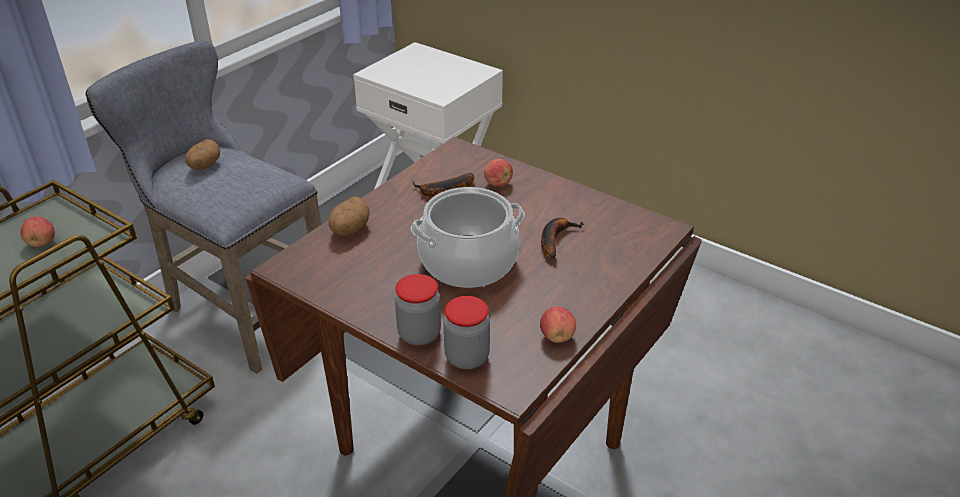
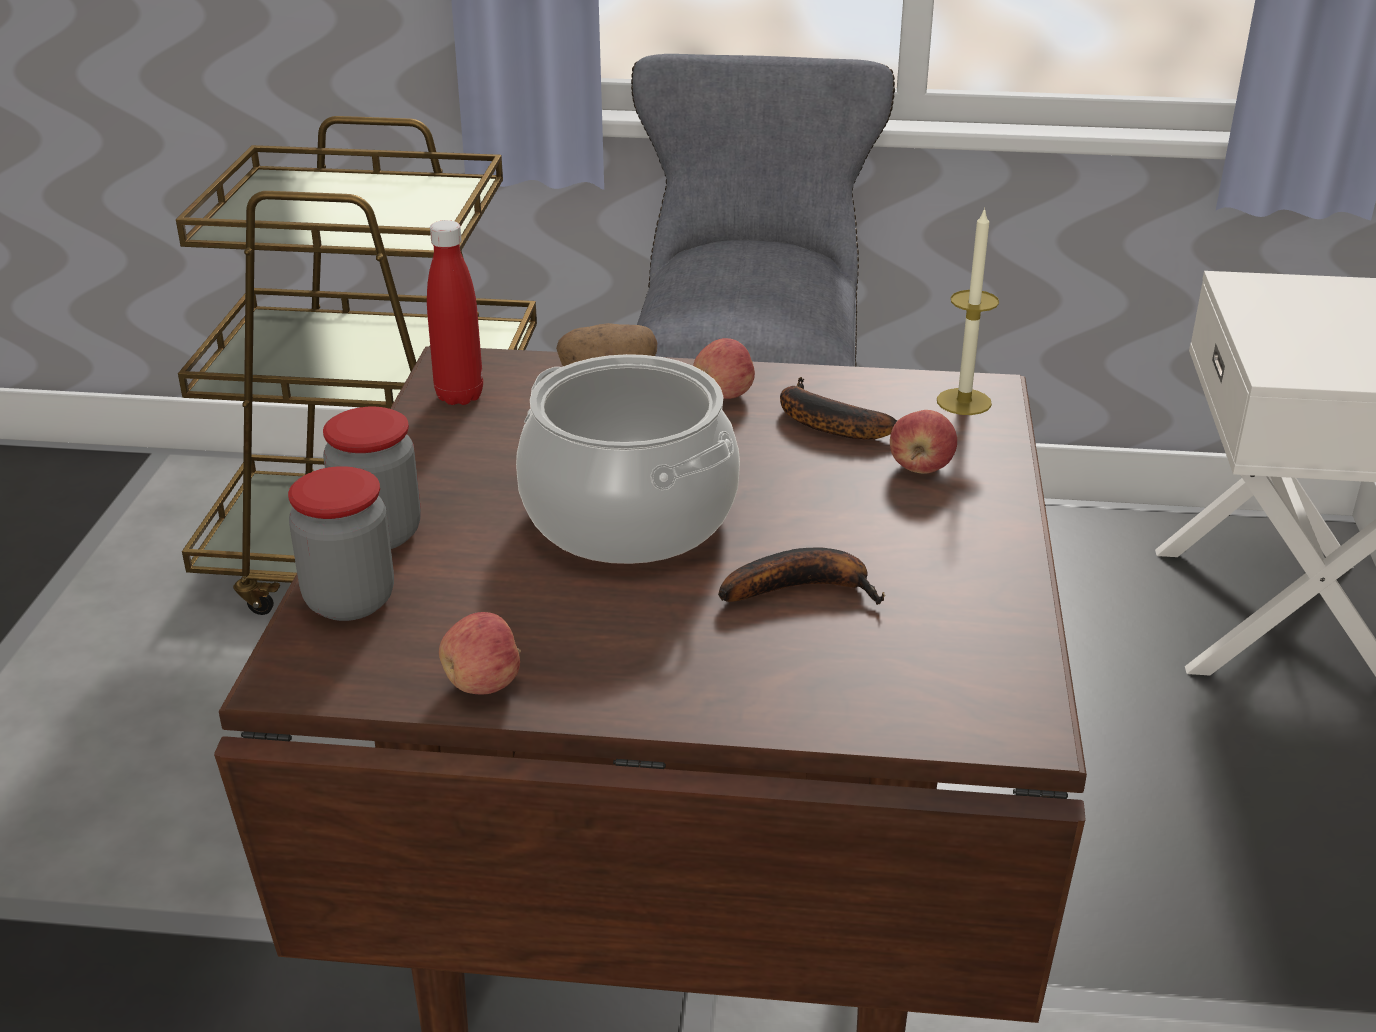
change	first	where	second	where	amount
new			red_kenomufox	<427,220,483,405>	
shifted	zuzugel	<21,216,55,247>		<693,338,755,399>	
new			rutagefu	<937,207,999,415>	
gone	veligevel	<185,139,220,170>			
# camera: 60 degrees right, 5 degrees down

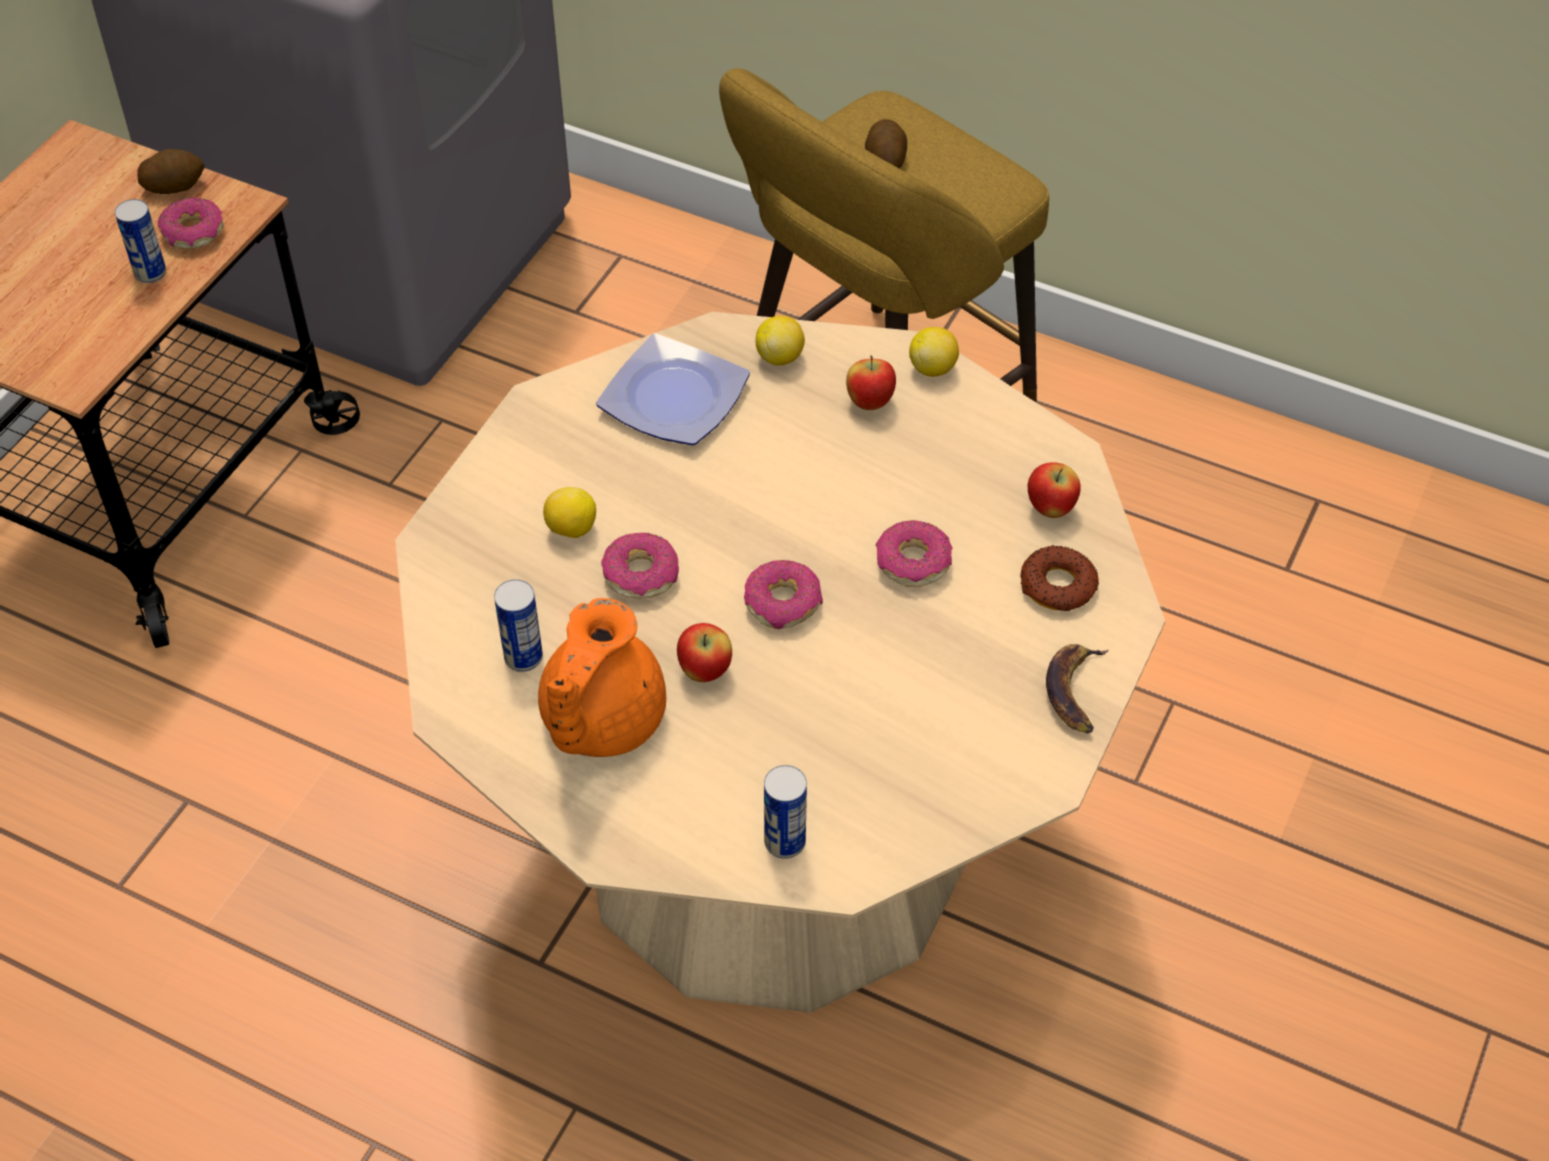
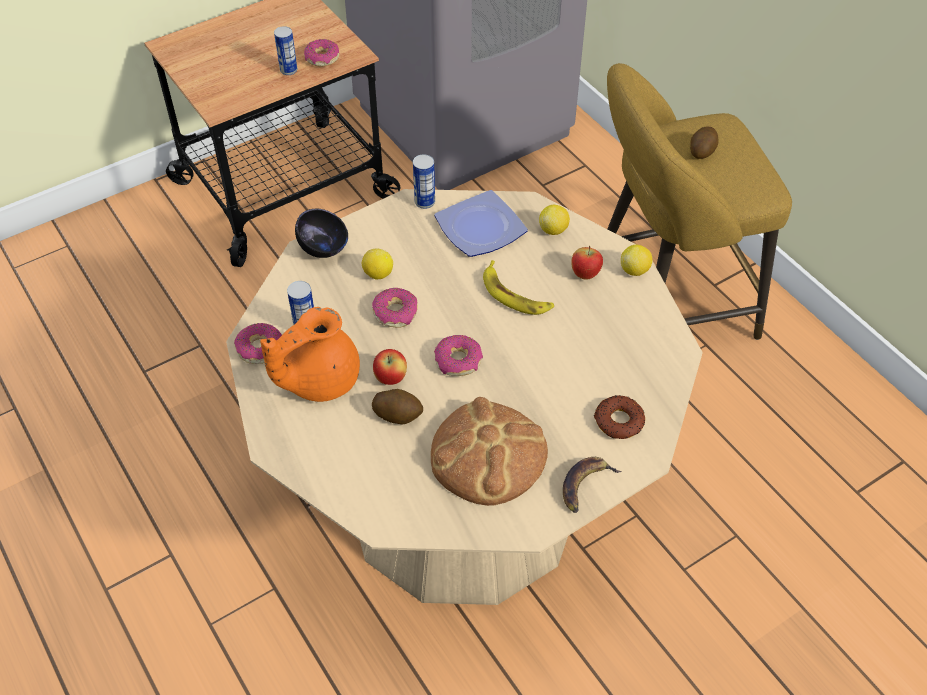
change	first	where	second	where	amount
shifted	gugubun	<876,520,952,587>		<234,323,282,364>	
new			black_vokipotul	<295,209,348,258>	
shifted	veligevel	<137,149,205,194>		<372,389,423,424>	
shifted	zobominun	<764,765,807,859>		<413,154,435,209>	
new			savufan	<431,397,548,506>	
new			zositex	<483,260,554,315>	
gone	zuzugel	<1028,462,1081,518>			
# camera: 30 degrees right, 0 degrees up

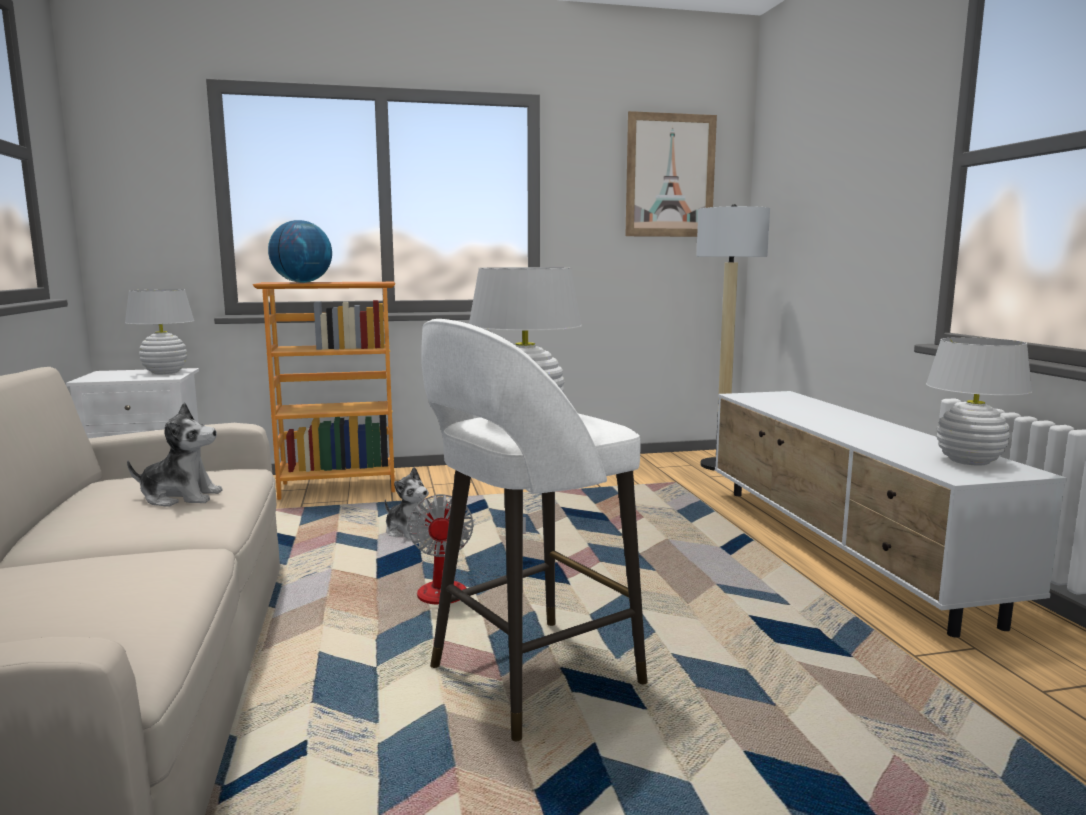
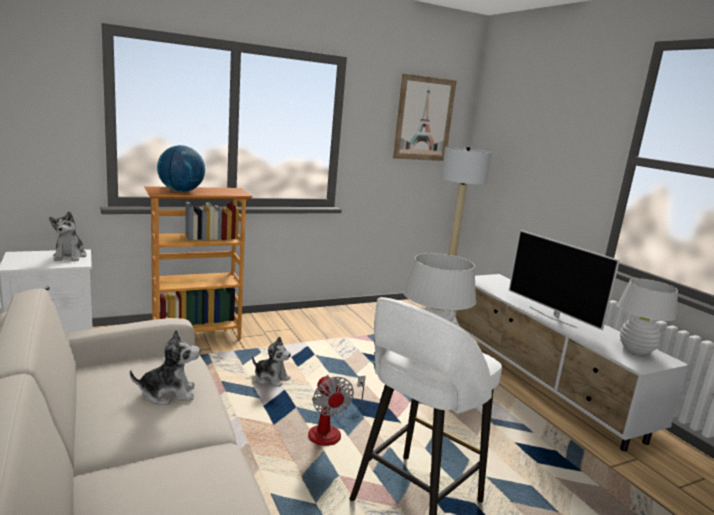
change	first	where	second	where	amount
swapped	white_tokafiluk	<125,289,194,374>	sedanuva	<49,211,87,261>	
new			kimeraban	<509,230,620,331>	
# camera: 15 degrees left, 5 degrees up

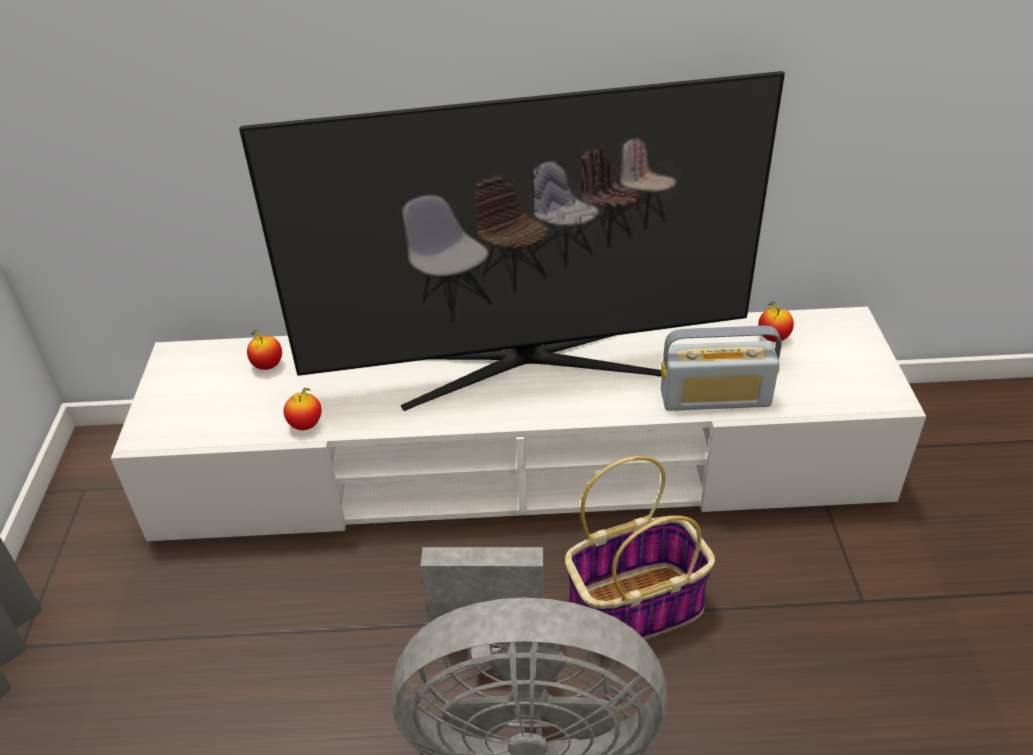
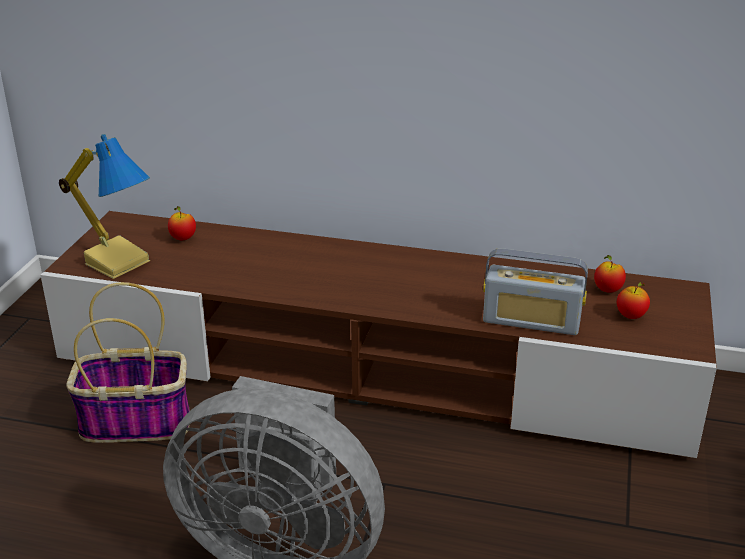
change	first	where	second	where	amount
repainted	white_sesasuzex	<111,306,926,541>	brown_sesasuzex	<41,211,717,458>	
new			tokafiluk	<59,134,150,279>	
shifted	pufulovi	<565,456,715,639>		<66,282,190,443>	
shifted	zuzugel	<284,388,322,430>		<617,282,650,319>	
gone	kimeraban	<239,71,785,411>			
# camera: 15 degrees right, 10 degrees down

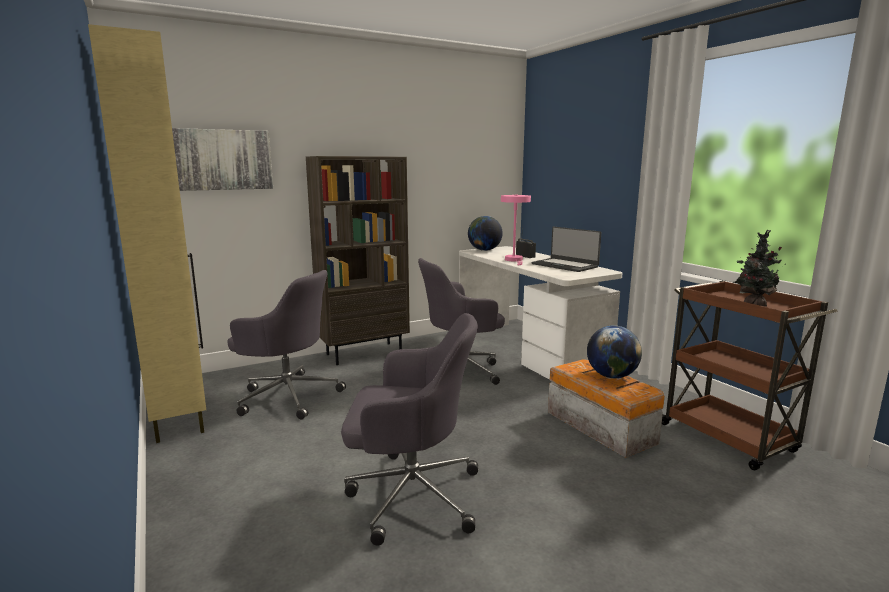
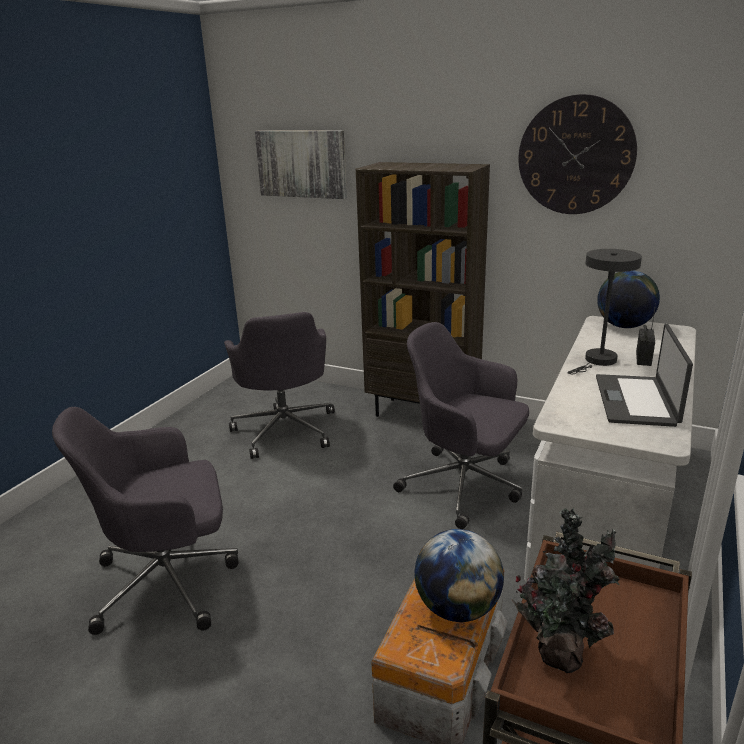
change	first	where	second	where	amount
rotated	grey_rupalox	<341,313,478,546>		<52,407,238,635>	105 degrees clockwise
new			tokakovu	<518,94,637,214>	
repainted	pink_tokafiluk	<501,194,531,265>	grey_tokafiluk	<567,249,642,374>	
gone	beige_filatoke	<88,24,206,443>			
# camera: 55 degrees right, 10 degrees up

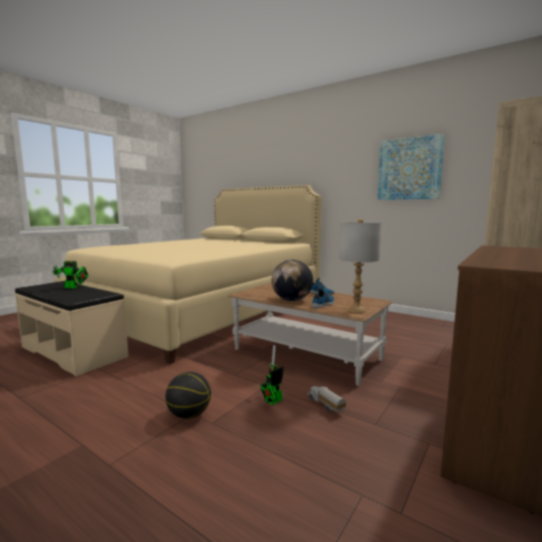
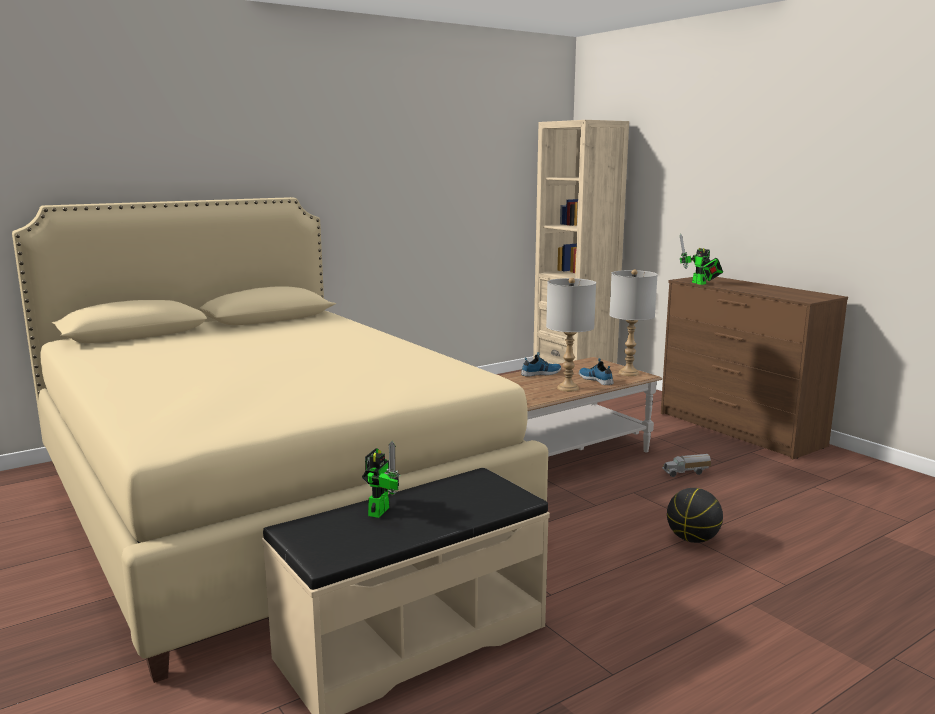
change	first	where	second	where	amount
swapped	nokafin	<272,260,313,301>	grey_tokafiluk	<546,278,596,392>	
shifted	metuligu	<260,344,284,405>		<680,234,723,285>	
gone	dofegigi	<378,133,445,200>			
# camera: 70 degrees left, 5 degrees up

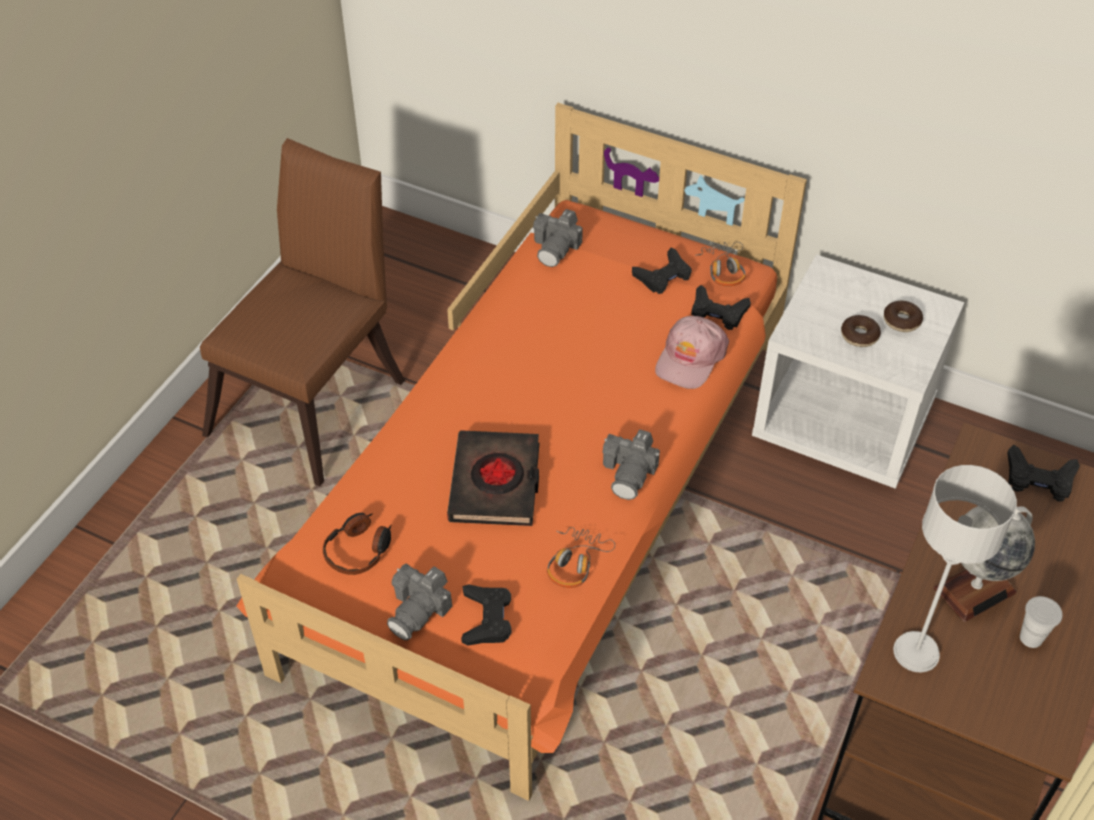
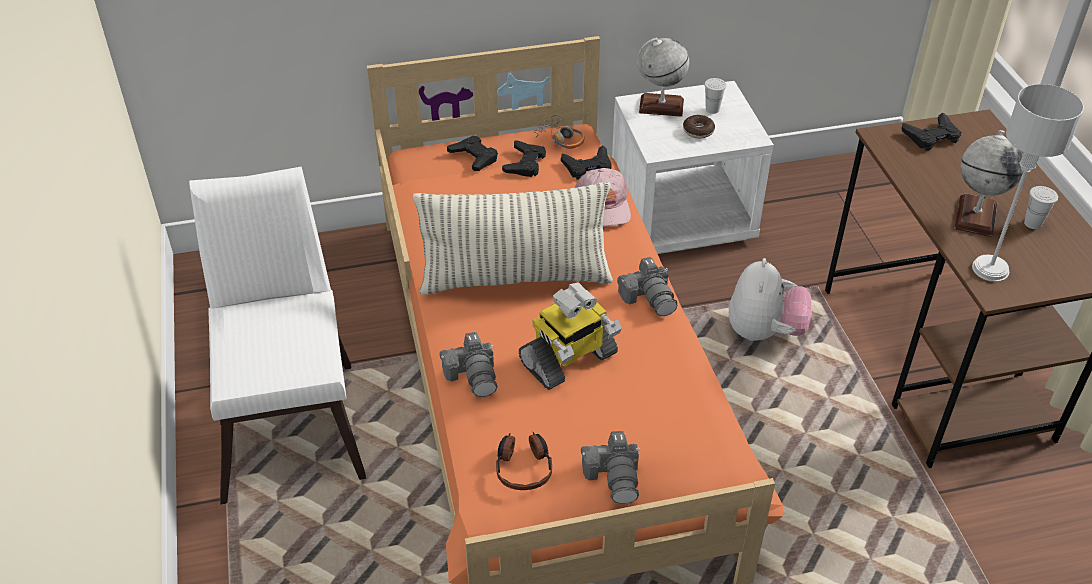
change	first	where	second	where	amount
repainted	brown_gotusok	<200,138,405,487>	white_gotusok	<189,167,366,504>	
new			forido	<413,182,613,295>	
shifted	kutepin	<533,209,583,267>		<440,332,498,397>	
shifted	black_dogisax	<461,584,512,646>		<447,135,498,171>	
swapped	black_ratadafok	<447,430,540,526>	metuligu	<519,282,622,390>	
new			nokafin	<637,38,689,117>	
swapped	gugubun	<884,301,923,332>	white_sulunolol	<704,78,727,114>	
new			sedanuva	<729,258,812,341>	
gone	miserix	<547,527,615,588>			
# camera: 40 degrees left, 5 degrees down

